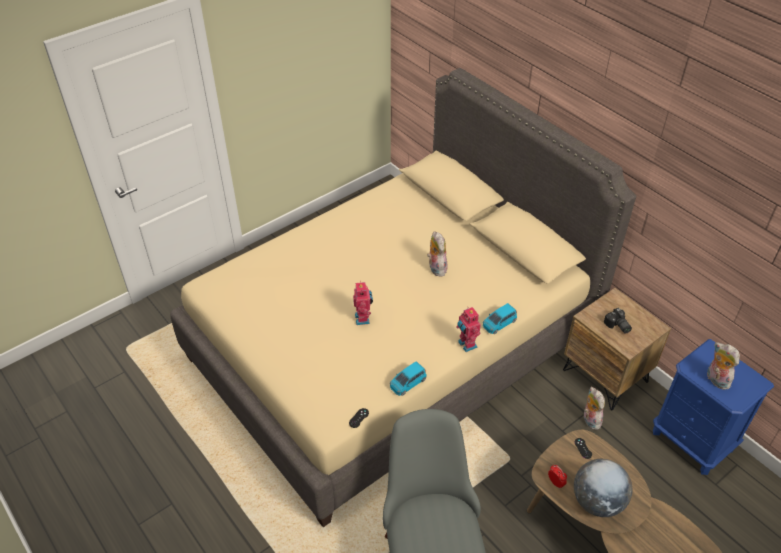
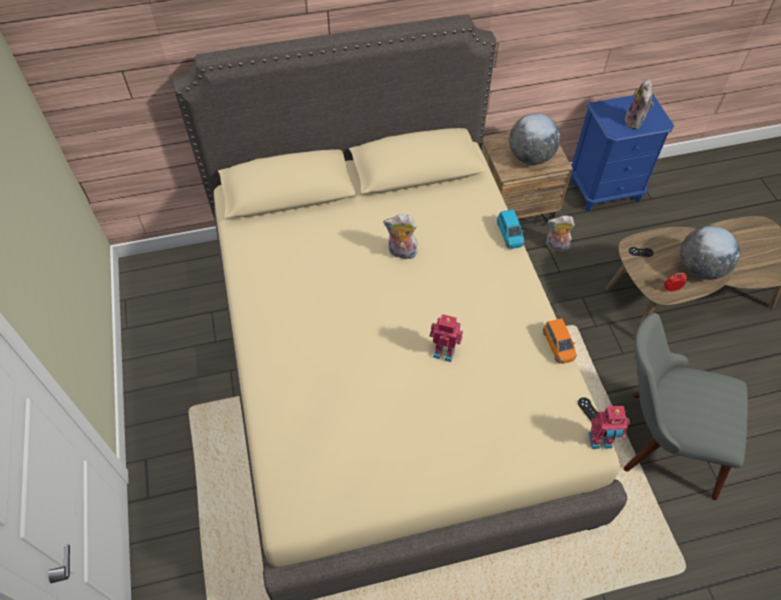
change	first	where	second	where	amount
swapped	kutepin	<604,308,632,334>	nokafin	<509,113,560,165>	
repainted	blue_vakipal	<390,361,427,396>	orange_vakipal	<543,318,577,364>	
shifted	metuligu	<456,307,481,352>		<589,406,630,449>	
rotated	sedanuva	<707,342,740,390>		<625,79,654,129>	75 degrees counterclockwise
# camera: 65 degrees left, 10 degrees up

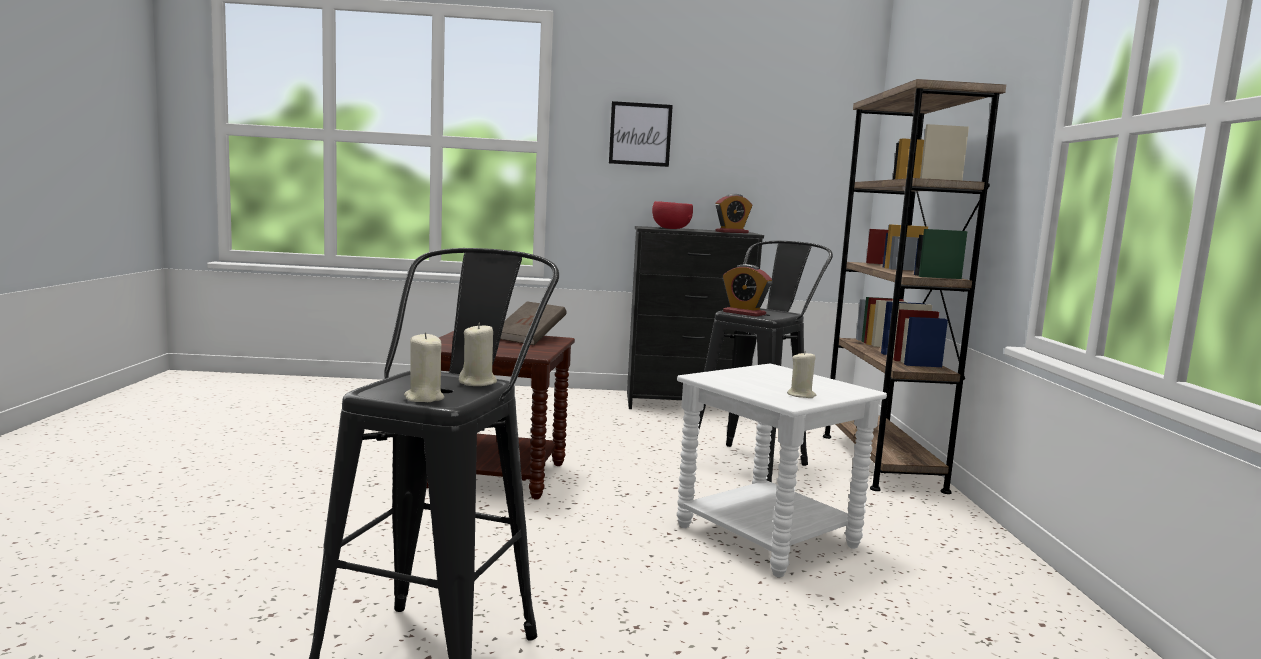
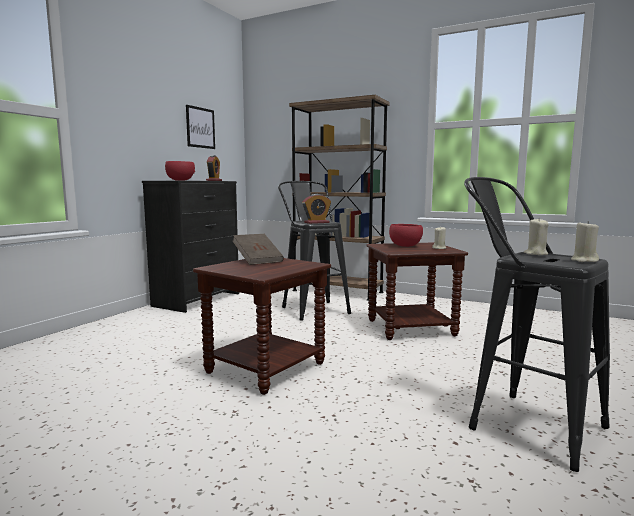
change	first	where	second	where	amount
shifted	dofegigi	<609,101,673,167>		<186,105,215,149>	
repainted	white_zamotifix	<677,364,887,578>	brown_zamotifix	<366,243,468,340>	
new			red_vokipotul	<389,224,423,247>	
# camera: 60 degrees left, 0 degrees up

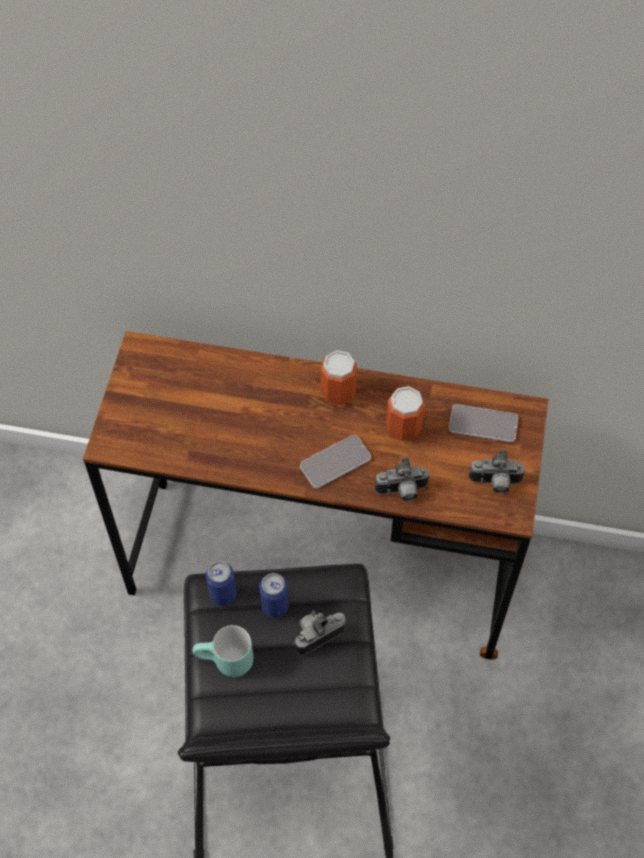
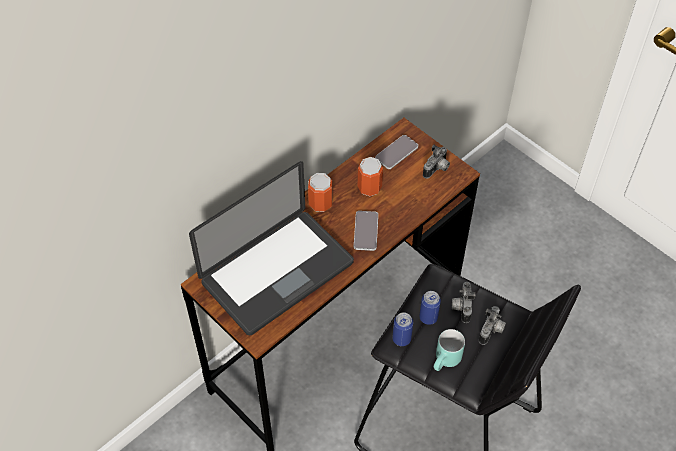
change	first	where	second	where	amount
new			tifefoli	<189,161,354,335>	
shifted	kutepin	<375,457,430,501>		<479,306,506,345>	
# camera: 55 degrees left, 5 degrees down

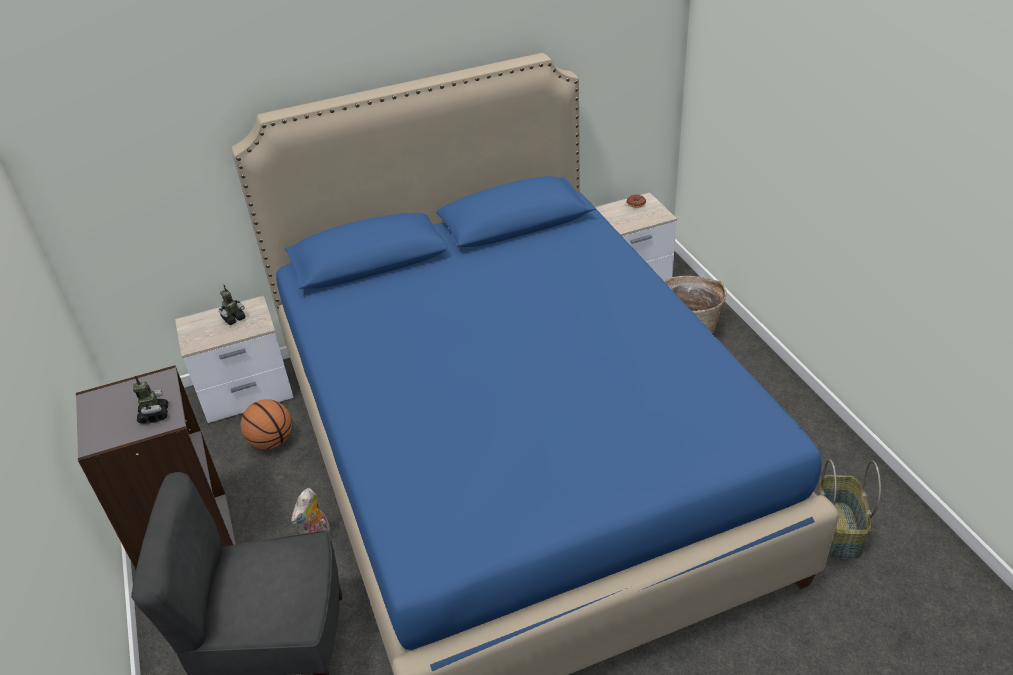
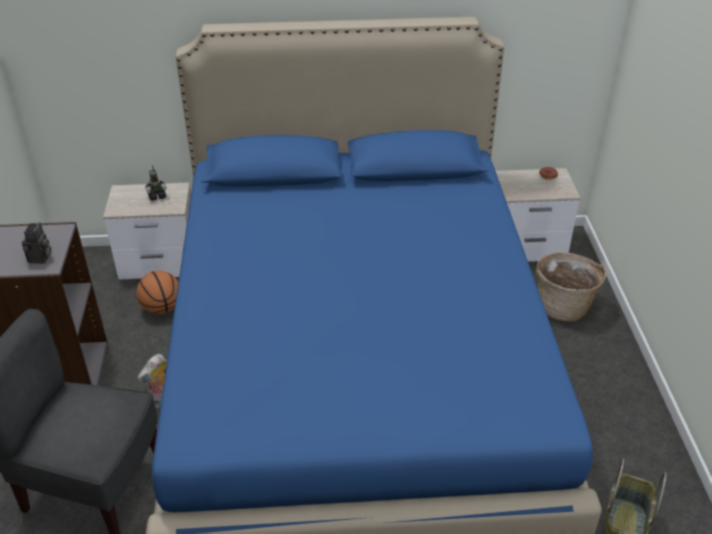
change	first	where	second	where	amount
swapped	metuligu	<133,376,168,424>	kutepin	<22,222,52,264>	
# camera: 15 degrees right, 0 degrees up

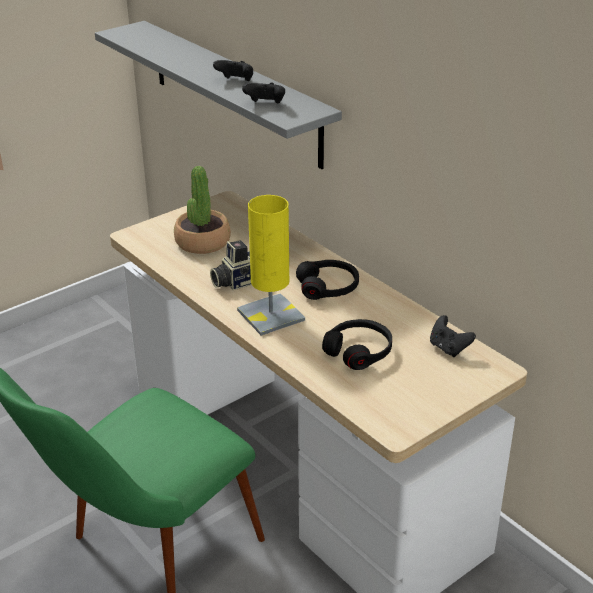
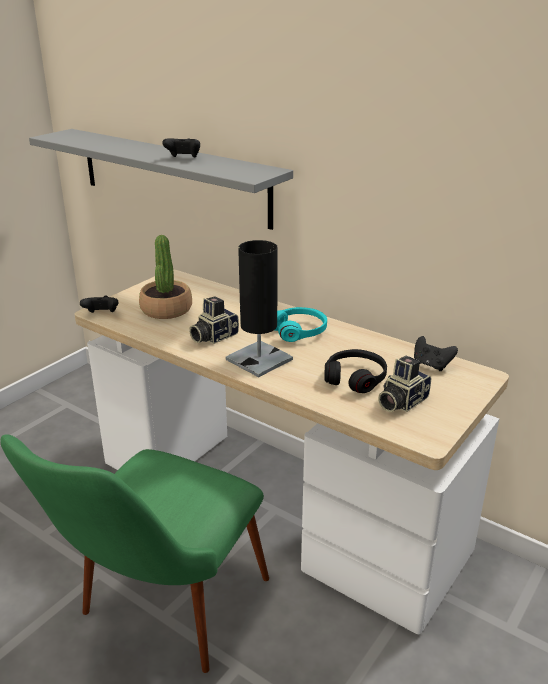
change	first	where	second	where	amount
shifted	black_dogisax	<242,83,285,103>		<80,295,118,313>	
repainted	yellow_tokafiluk	<237,195,305,336>	black_tokafiluk	<226,240,293,377>	
repainted	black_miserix	<296,260,359,300>	turquoise_miserix	<275,307,327,342>	
new			kutepin	<378,355,431,412>	
# camera: 15 degrees left, 5 degrees down

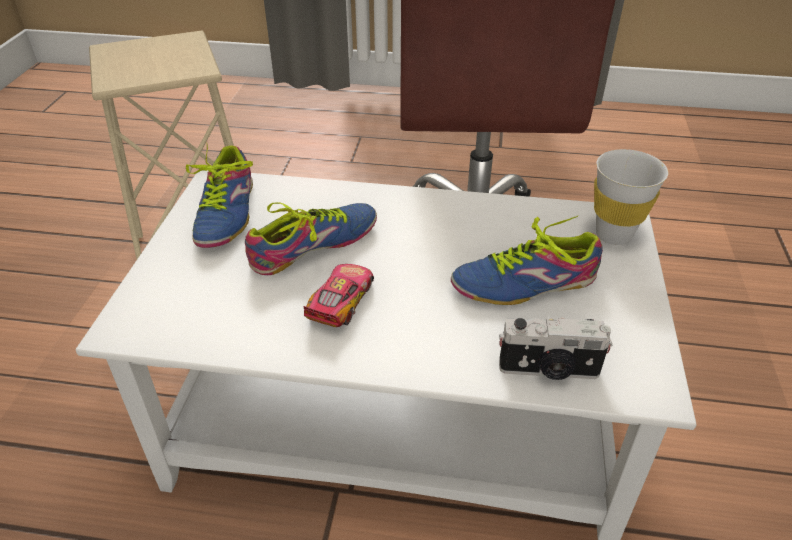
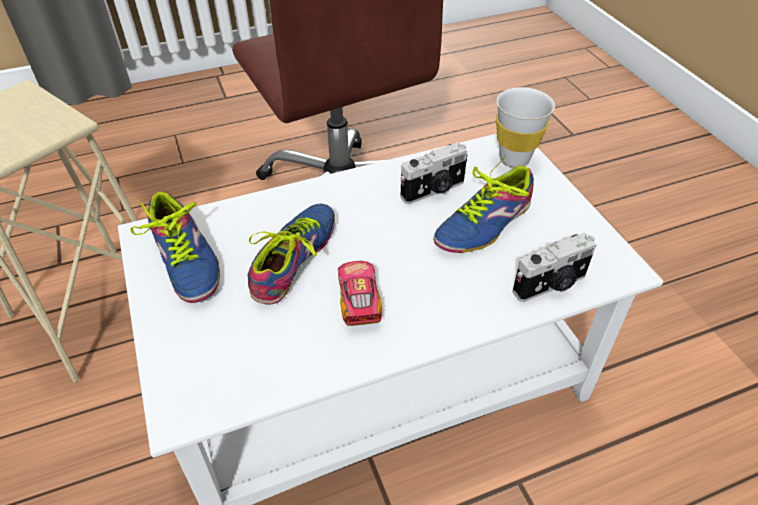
change	first	where	second	where	amount
new			kutepin	<400,142,468,204>	
# camera: 30 degrees left, 5 degrees up

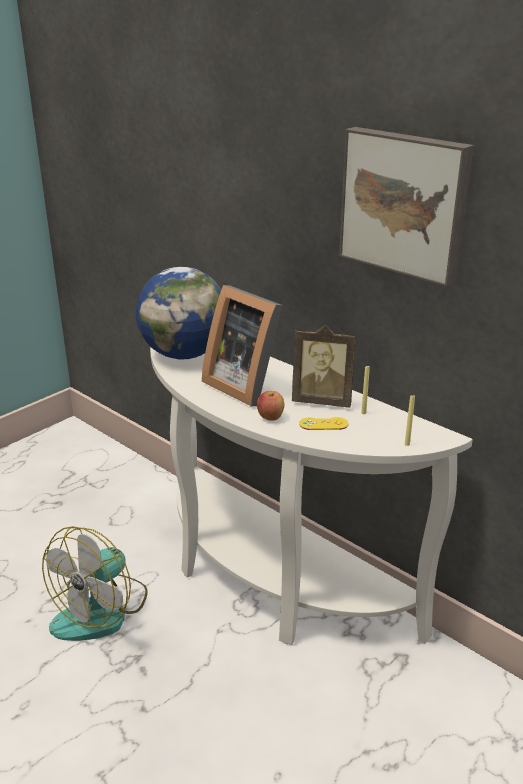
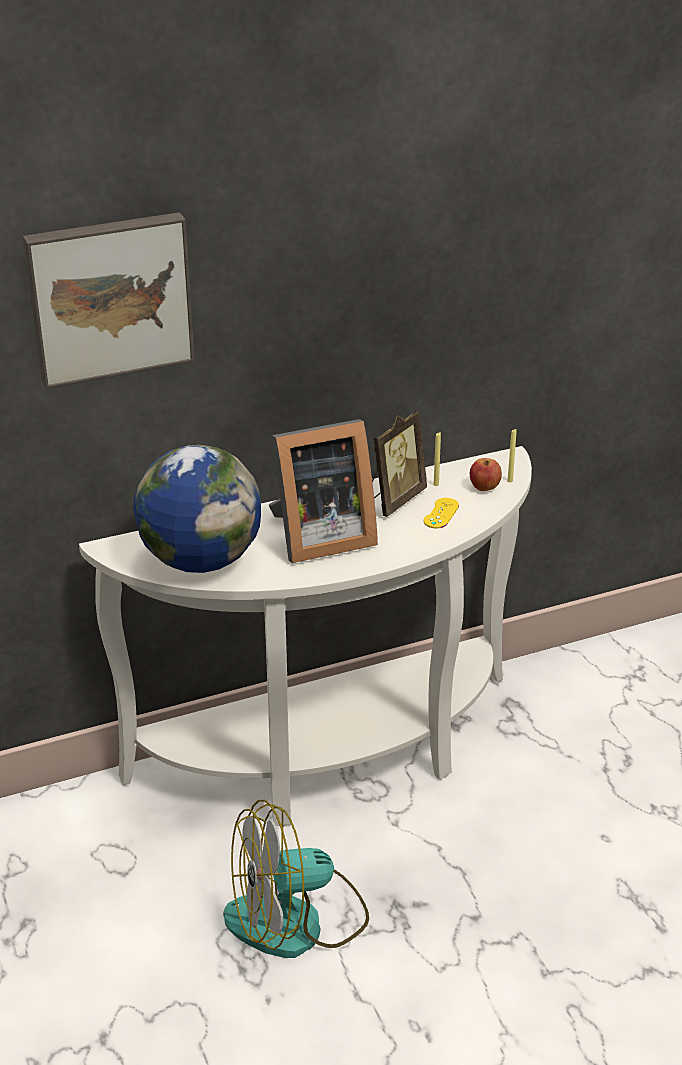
change	first	where	second	where	amount
shifted	dofegigi	<339,127,474,287>		<23,212,195,389>	
rotated	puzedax	<42,526,148,641>		<223,800,369,958>	105 degrees clockwise
shifted	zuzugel	<257,391,284,421>		<470,458,502,491>	
# camera: 65 degrees left, 5 degrees up

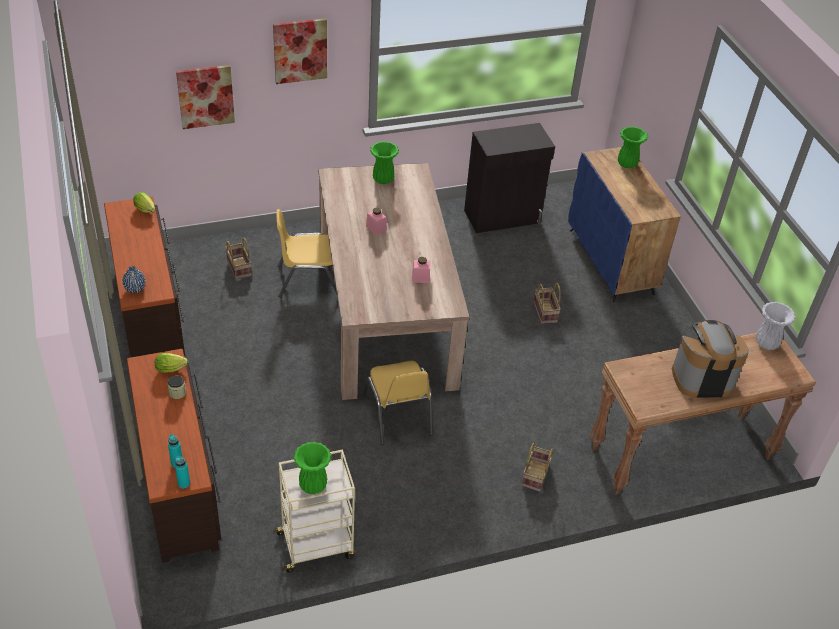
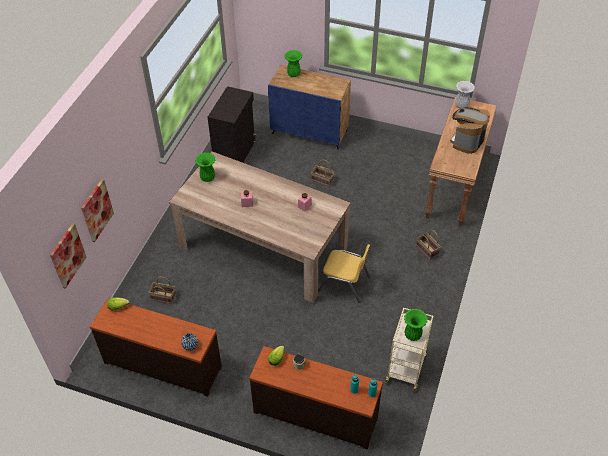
change	first	where	second	where	amount
shifted	dofegigi	<273,18,327,84>		<50,223,87,289>	
gone	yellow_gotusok	<277,209,337,298>			
# camera: 50 degrees left, 5 degrees up

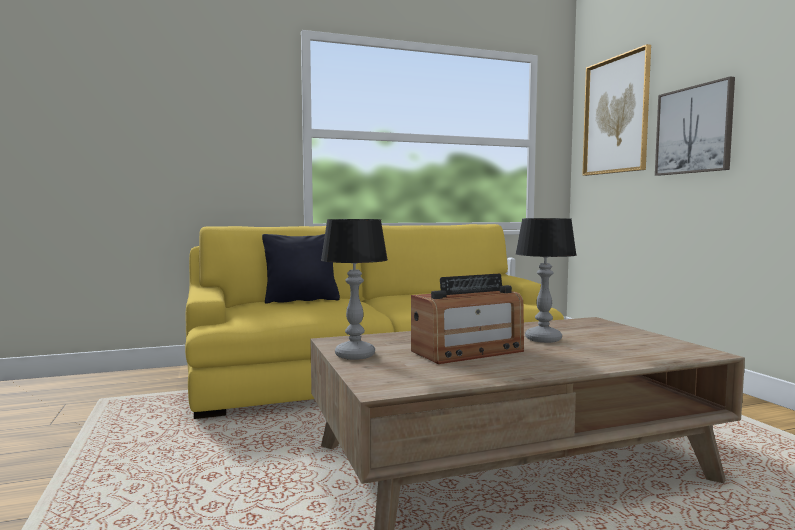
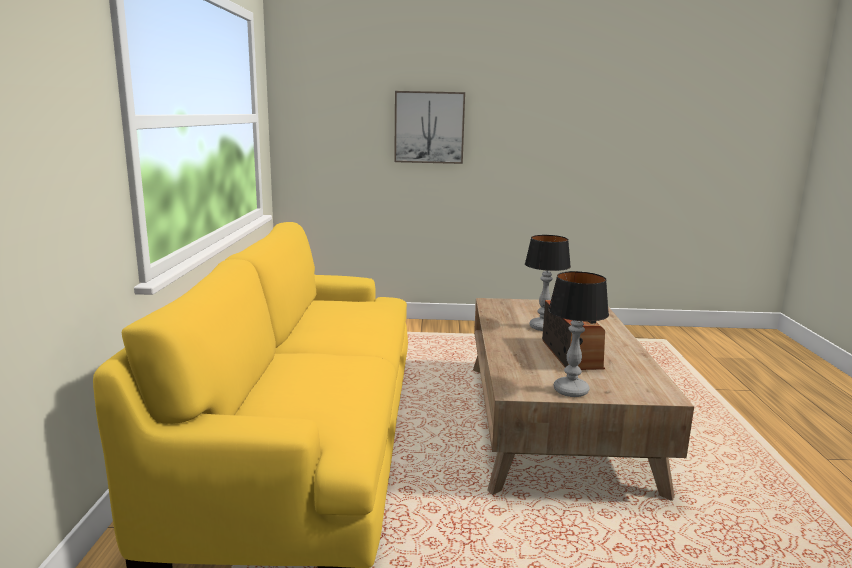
change	first	where	second	where	amount
gone	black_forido	<262,234,340,304>			
gone	dofegigi	<582,44,651,176>			
# camera: 70 degrees left, 10 degrees up

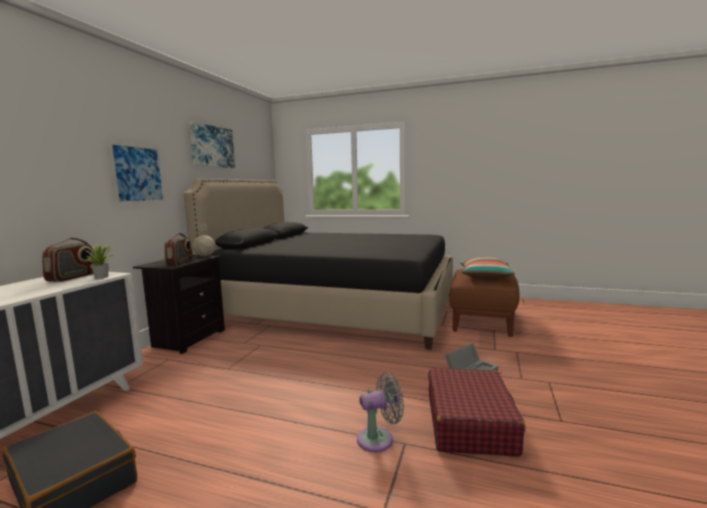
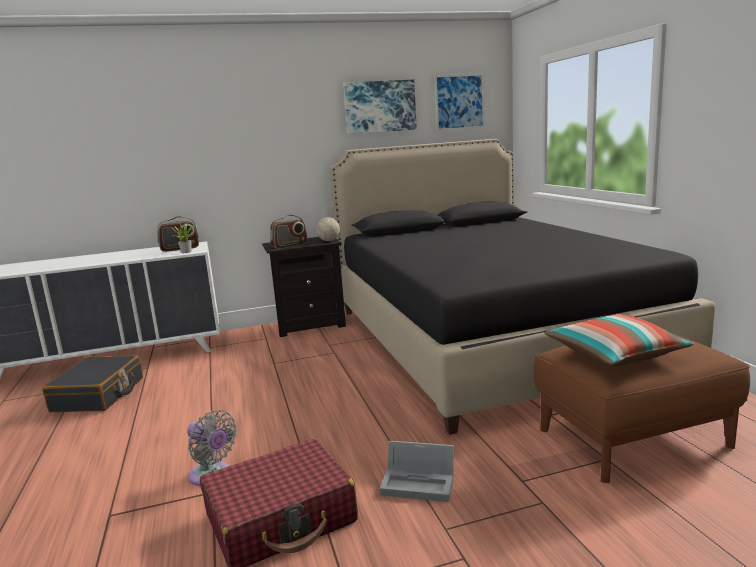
change	first	where	second	where	amount
shifted	dofegigi	<109,142,165,204>		<435,74,484,131>	
# camera: 55 degrees right, 5 degrees up

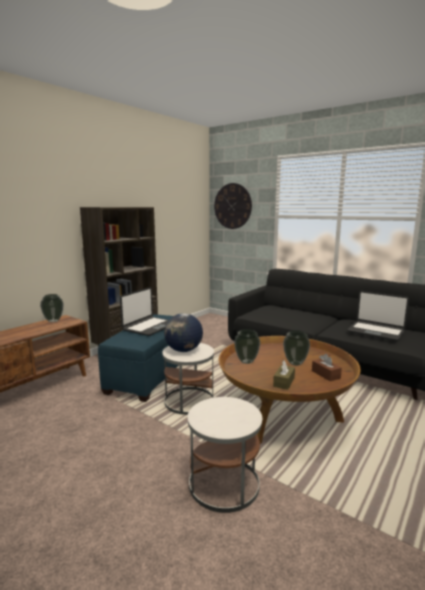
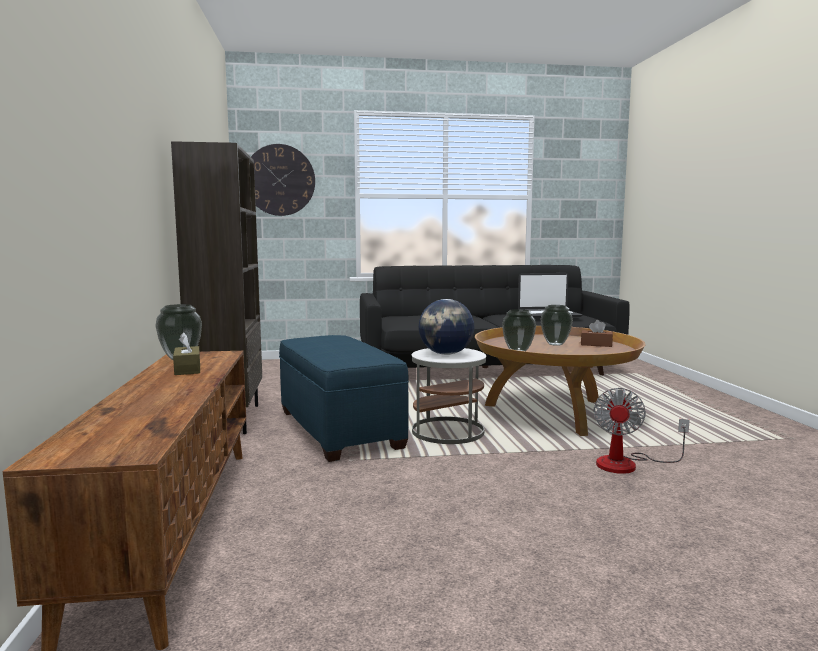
change	first	where	second	where	amount
shifted	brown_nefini	<273,360,295,390>		<173,332,200,375>	
swapped	white_zamotifix	<188,397,262,513>	puzedax	<594,388,690,474>	
gone	tifefoli	<120,287,169,336>			
# camera: 45 degrees left, 5 degrees down

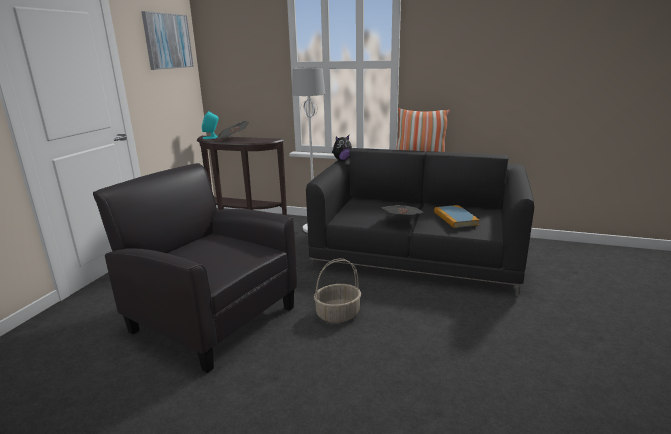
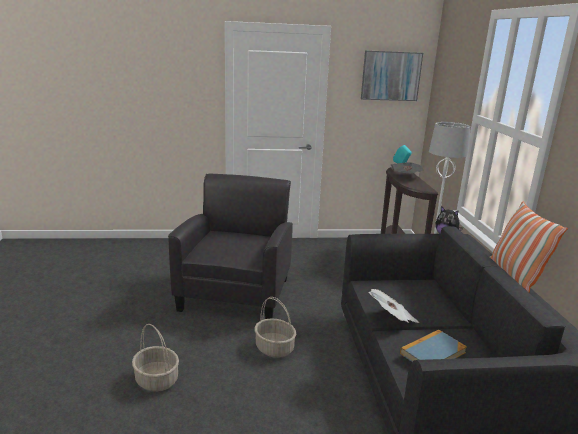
change	first	where	second	where	amount
new			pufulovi	<132,324,179,392>	
# camera: 65 degrees right, 0 degrees up

